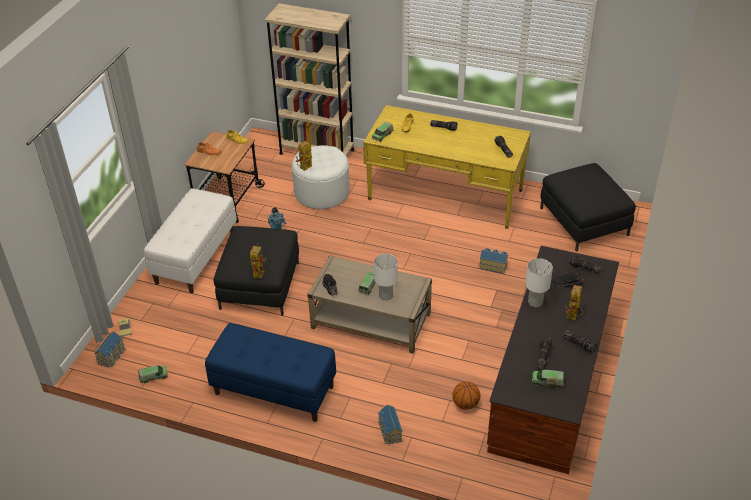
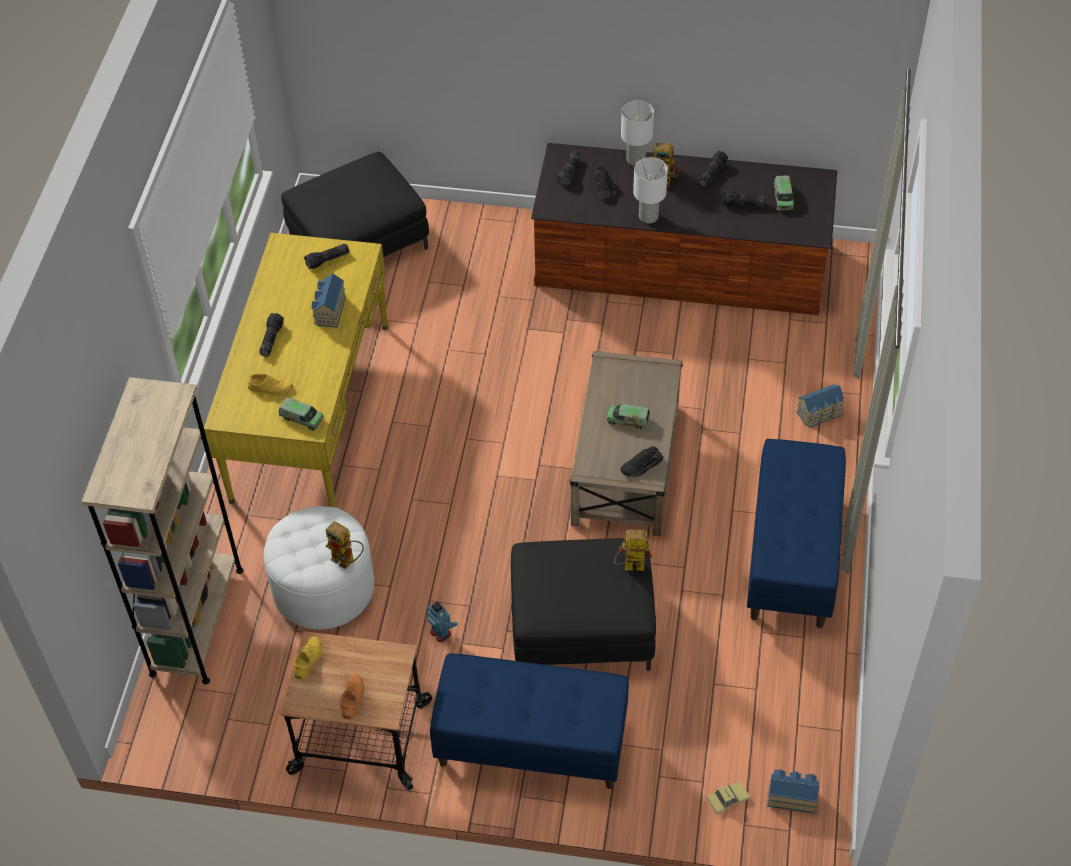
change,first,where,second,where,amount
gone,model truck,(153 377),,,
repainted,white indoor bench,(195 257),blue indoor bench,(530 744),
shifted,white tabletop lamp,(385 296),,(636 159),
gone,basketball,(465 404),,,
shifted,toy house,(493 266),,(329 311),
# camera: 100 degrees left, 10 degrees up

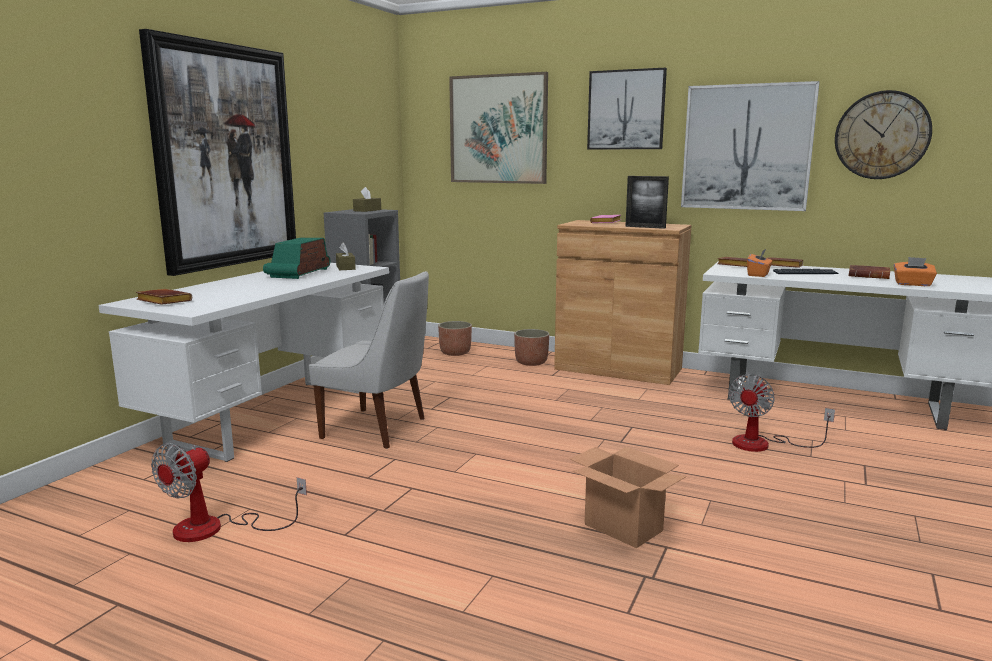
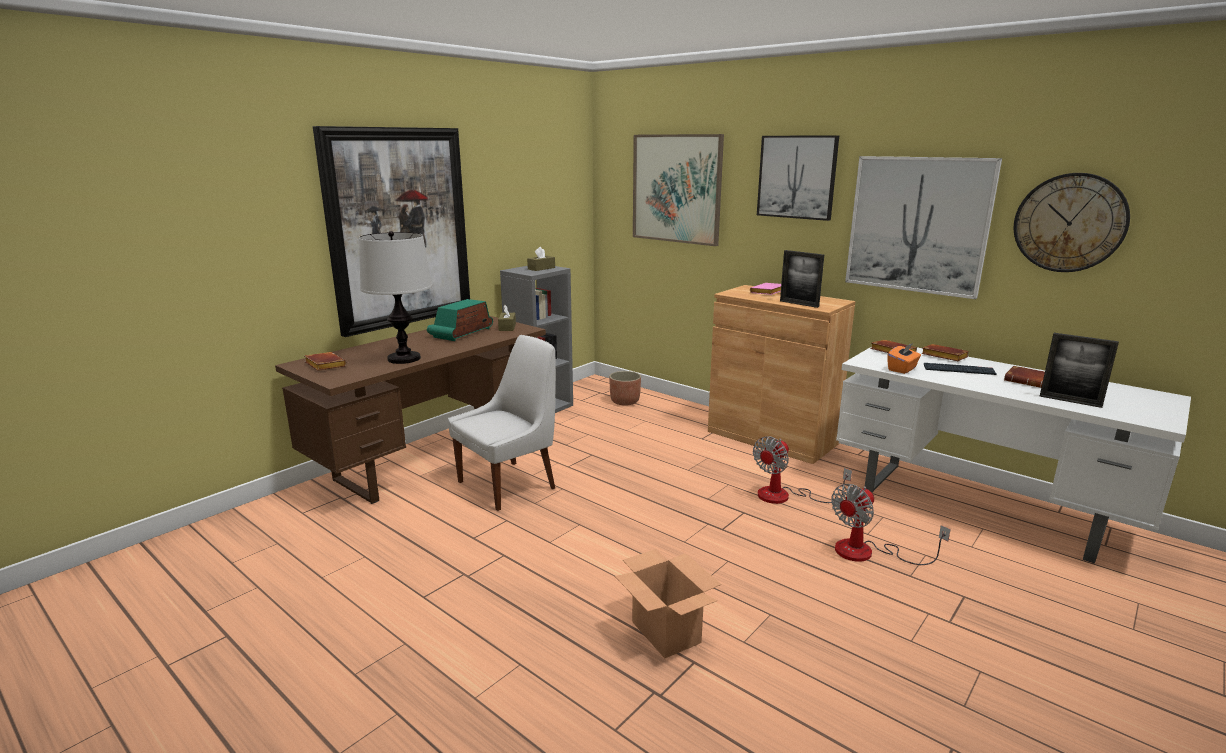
change,first,where,second,where,amount
repainted,white desk unit,(274 416),brown desk unit,(432 458),
shifted,cooling fan,(215 528),,(785 496),
rotated,white chair,(378 429),,(510 484),75 degrees counterclockwise
gone,planter,(531 362),,,
swapped,orange-coloured box of tissues,(912 284),photo frame,(1070 401),
new,,,tabletop lamp,(403 359),
# camera: 15 degrees right, 5 degrees up

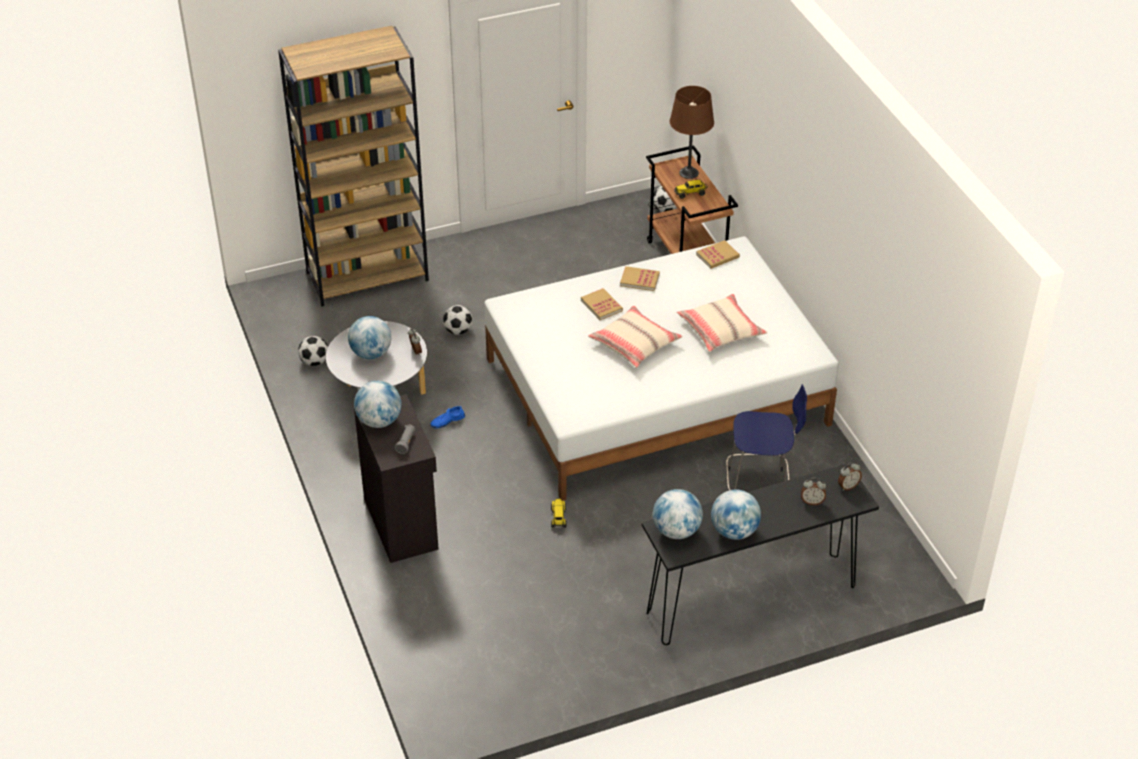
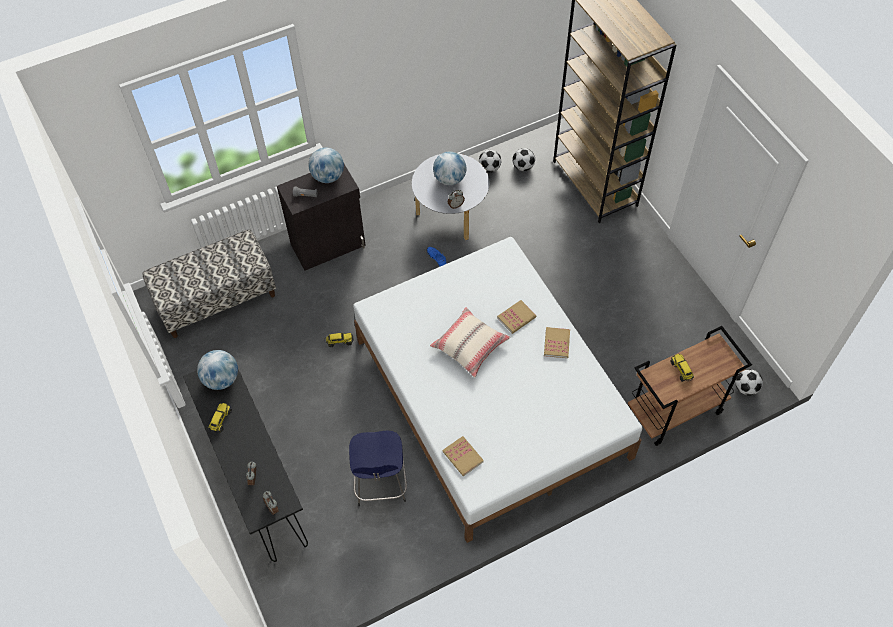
change,first,where,second,where,amount
shifted,football,(458 331),,(523 167),
gone,brown tabletop lamp,(689 173),,,
gone,beige cushion,(721 330),,,
shifted,volume,(717 256),,(463 457),
swapped,desk globe,(734 531),model truck,(220 420),
new,,,indoor bench,(217 299),
# camera: 85 degrees right, 15 degrees up

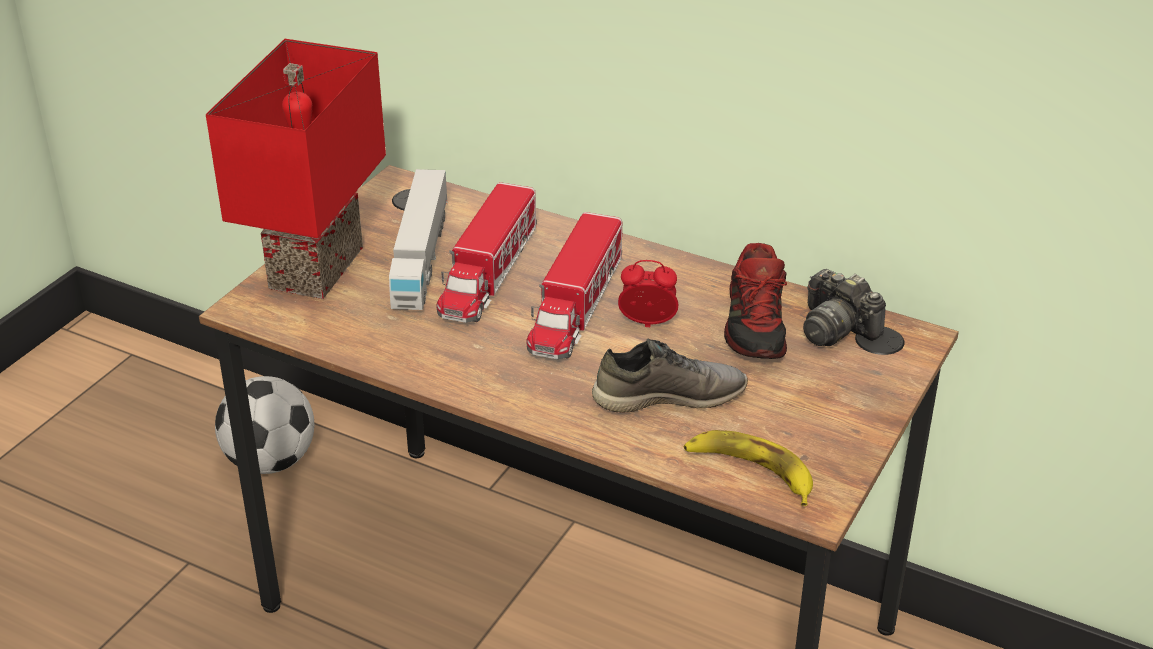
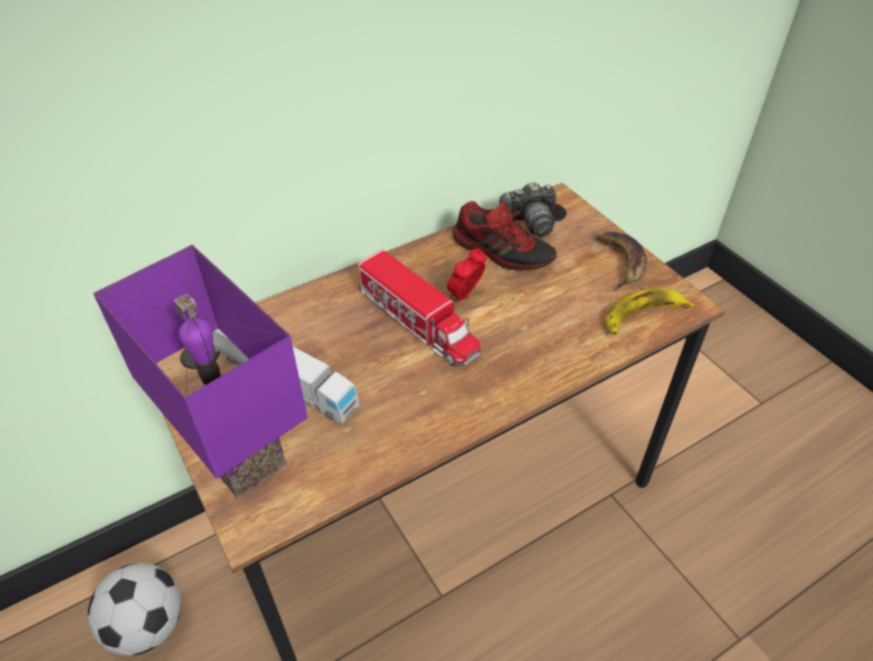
change,first,where,second,where,amount
repainted,reddish tabletop lamp,(312 266),purple-coloured tabletop lamp,(232 454),
gone,model truck,(488 273),,,
gone,grey item of footwear,(668 395),,,
new,,,banana,(621 263),
# camera: 60 degrees left, 10 degrees up

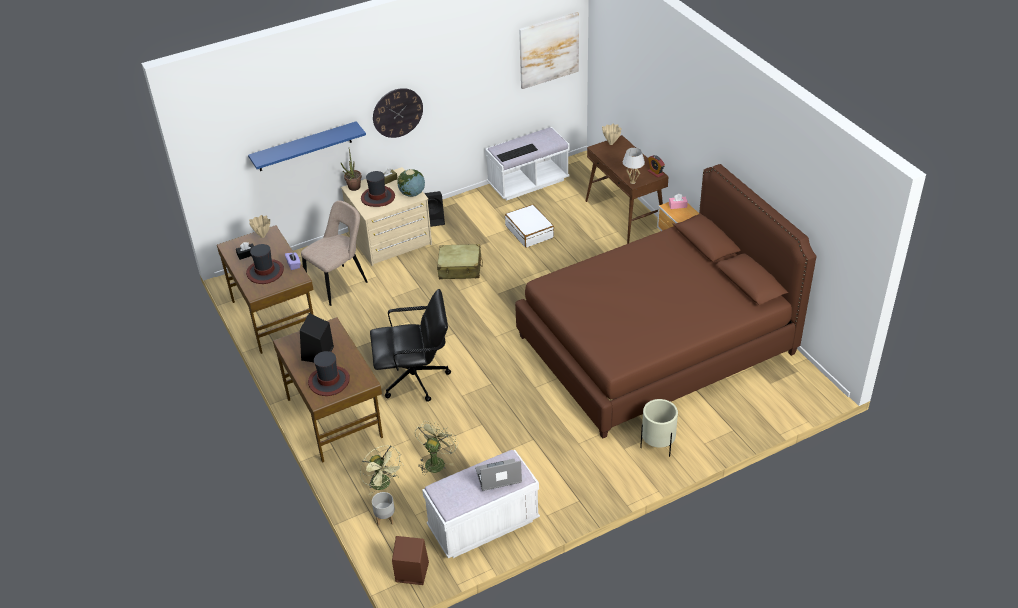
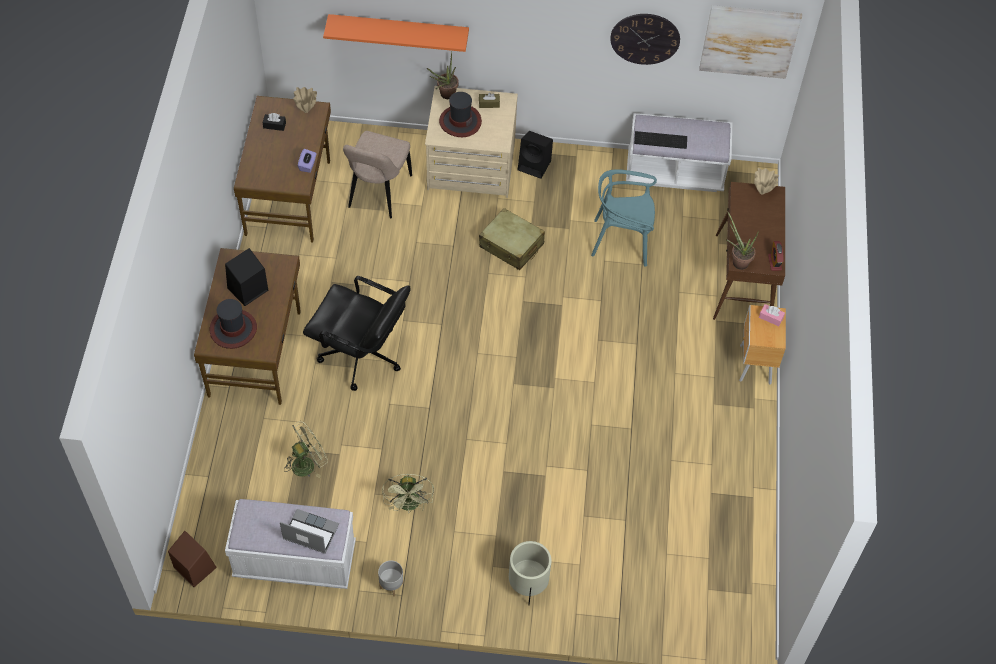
change,first,where,second,where,amount
gone,hat,(265 272),,,
repainted,blue bracket shelf,(304 147),orange-coloured bracket shelf,(398 30),
rotated,beige chair,(339 284),,(378 194),120 degrees clockwise
shifted,greenish cooling fan,(383 485),,(410 505),
shifted,grey planter,(385 518),,(391 585),
shifted,wall clock,(397 112),,(645 38),
gone,desk globe,(412 194),,,
swapped,white suitcase,(529 232),blue-green chair,(621 240),
gone,brown sleeping bed,(655 344),,,
swapped,white tabletop lamp,(632 182),plant in a pot,(737 261),
# camera: 30 degrees right, 15 degrees up

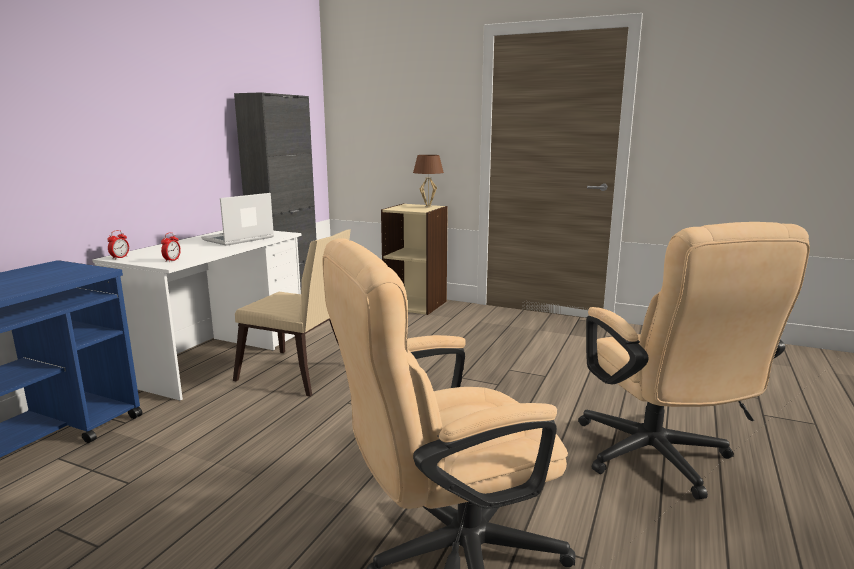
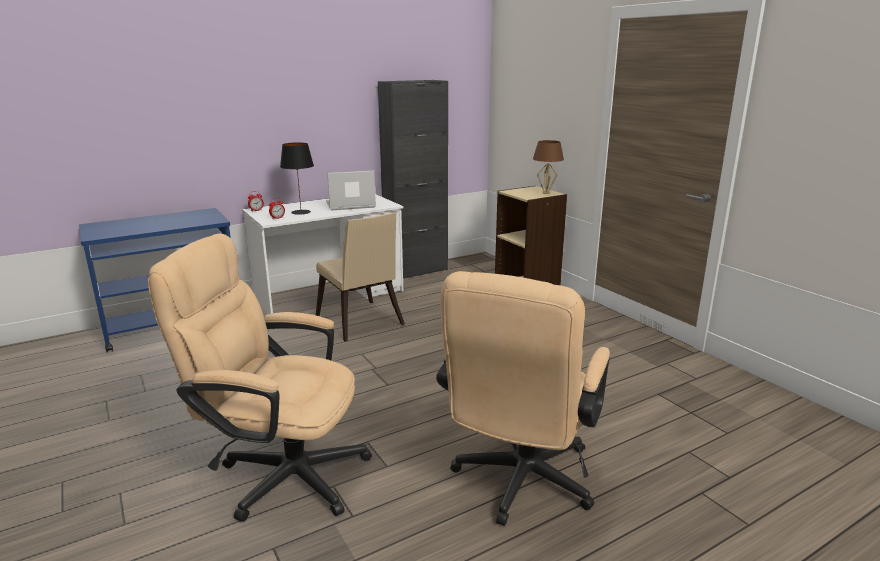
change,first,where,second,where,amount
new,,,black-coloured tabletop lamp,(300 212),
# camera: 35 degrees right, 5 degrees up

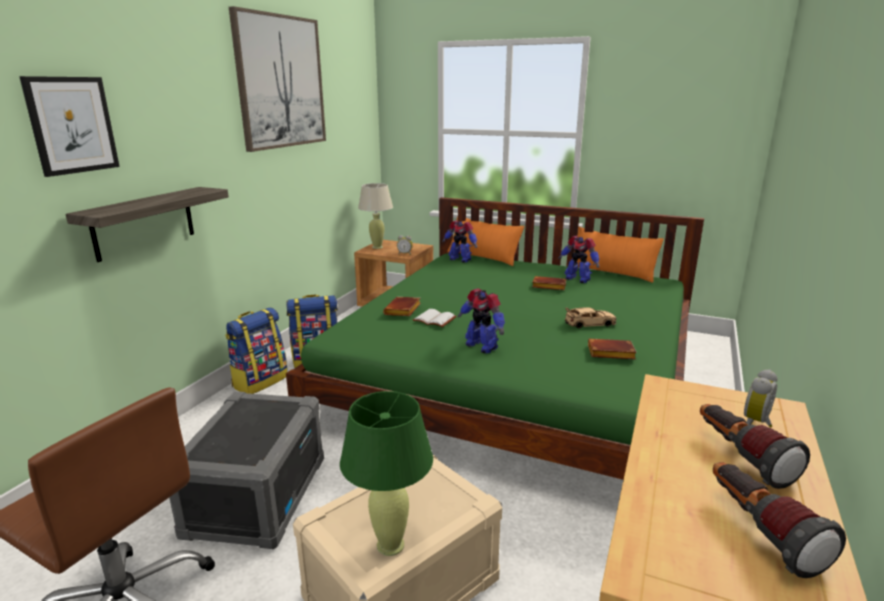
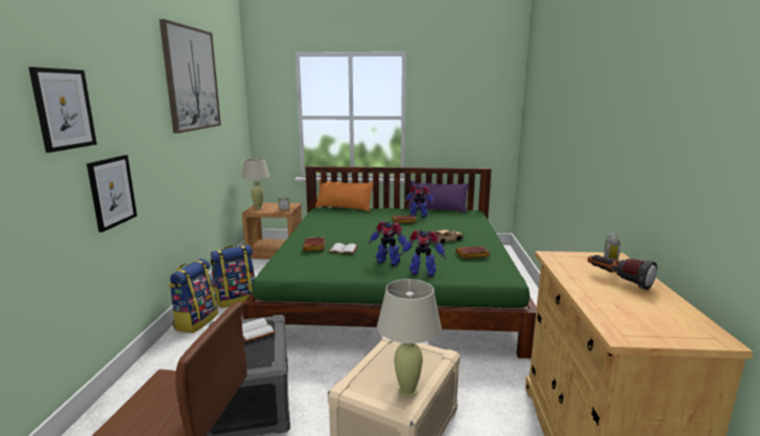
change,first,where,second,where,amount
swapped,bracket shelf,(144 223),wall art,(112 192),
repainted,greenish tabletop lamp,(391 545),beige tabletop lamp,(408 390),
shifted,toy robot,(460 259),,(422 273),
repainted,orange-coloured cushion,(612 272),purple-coloured cushion,(437 209),
gone,torch,(759 532),,,
new,,,white volume,(256 331),
# camera: 20 degrees left, 5 degrees down

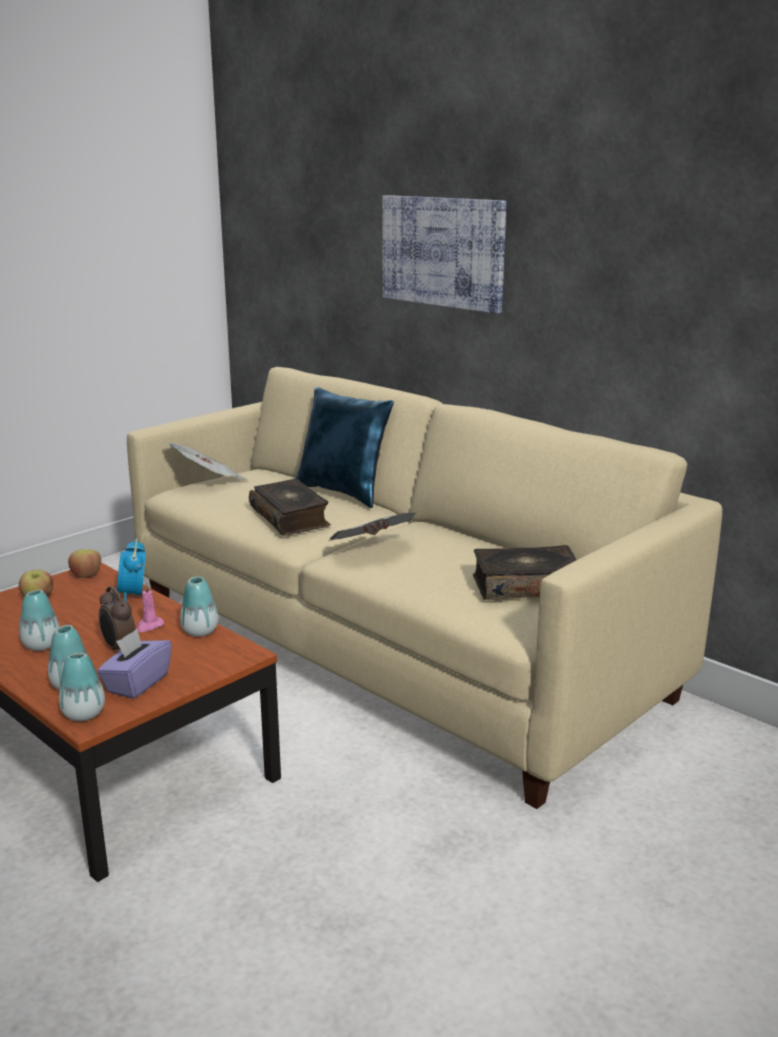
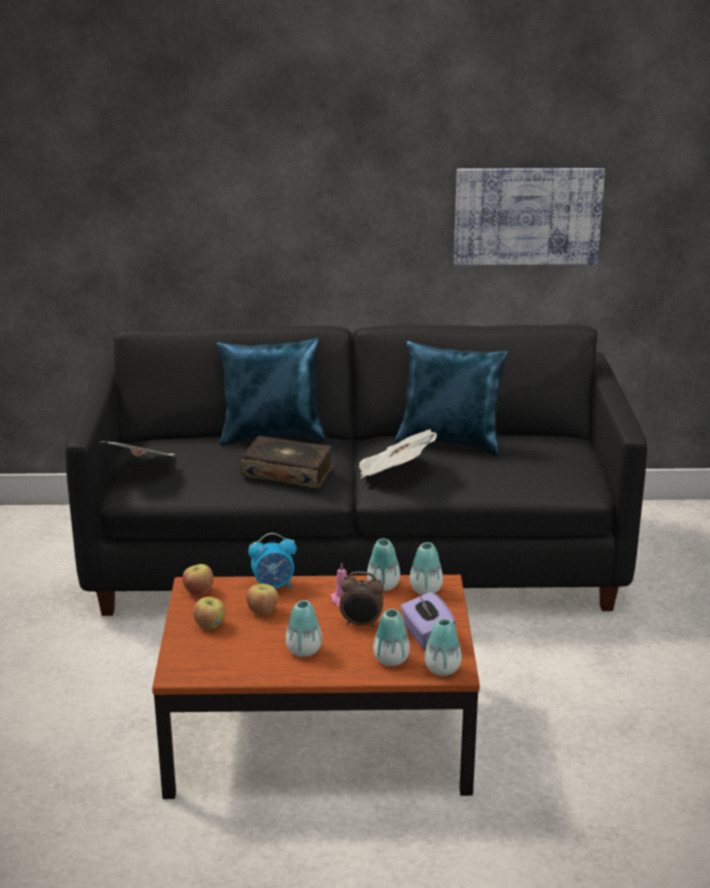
change,first,where,second,where,amount
rotated,table clock,(134 595),,(274 586),45 degrees counterclockwise
repainted,beige sofa,(390 647),black-coloured sofa,(356 558),
shifted,wall art,(443 252),,(527 216),
gone,volume,(526 586),,,
new,,,apple fruit,(263 611),
new,,,blue cushion,(450 443),
new,,,vase,(426 590),
# camera: 45 degrees left, 5 degrees up

